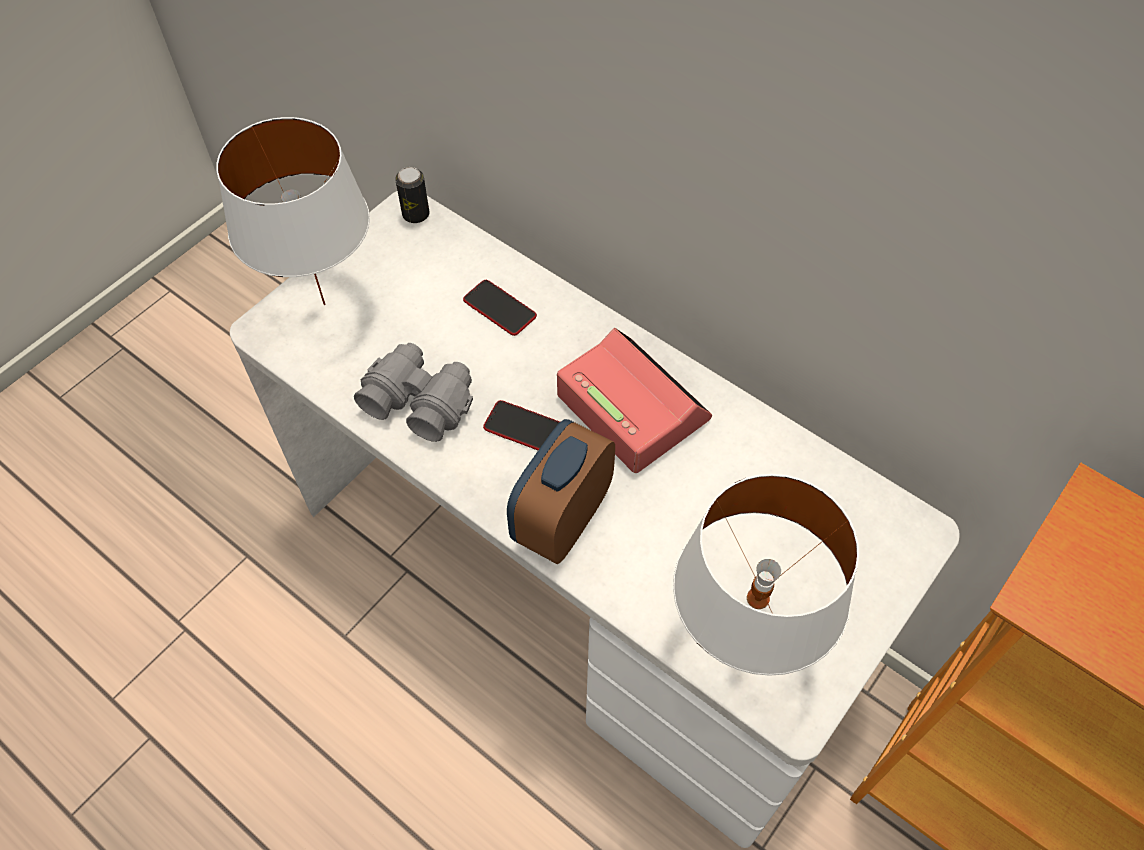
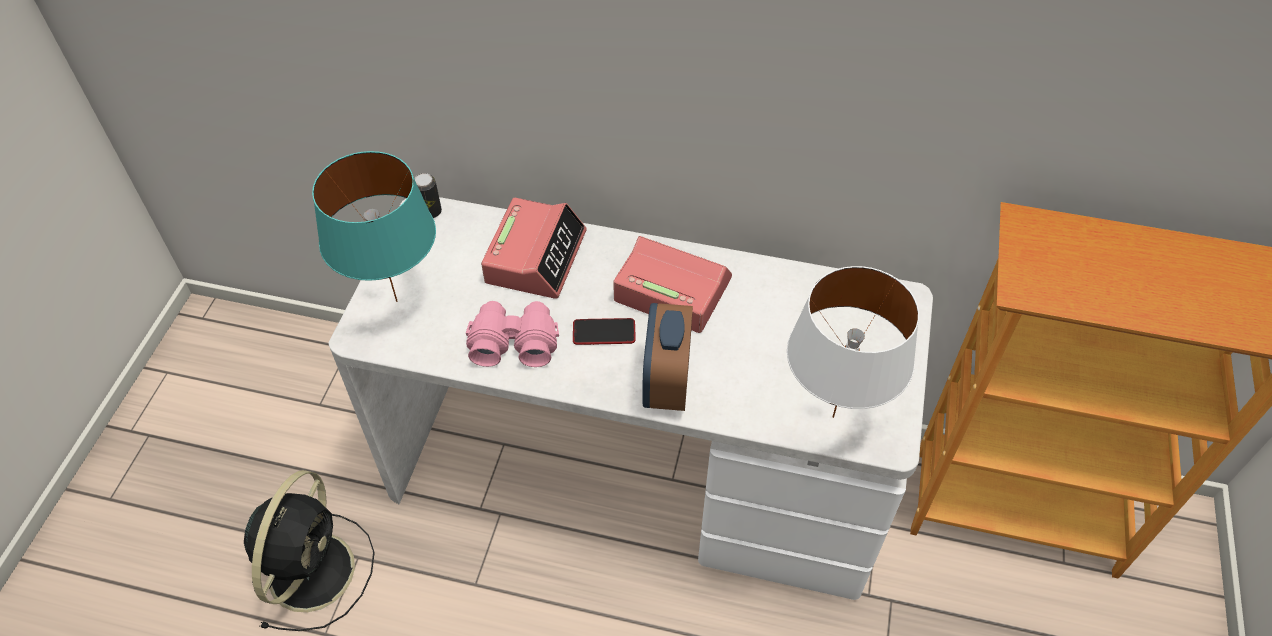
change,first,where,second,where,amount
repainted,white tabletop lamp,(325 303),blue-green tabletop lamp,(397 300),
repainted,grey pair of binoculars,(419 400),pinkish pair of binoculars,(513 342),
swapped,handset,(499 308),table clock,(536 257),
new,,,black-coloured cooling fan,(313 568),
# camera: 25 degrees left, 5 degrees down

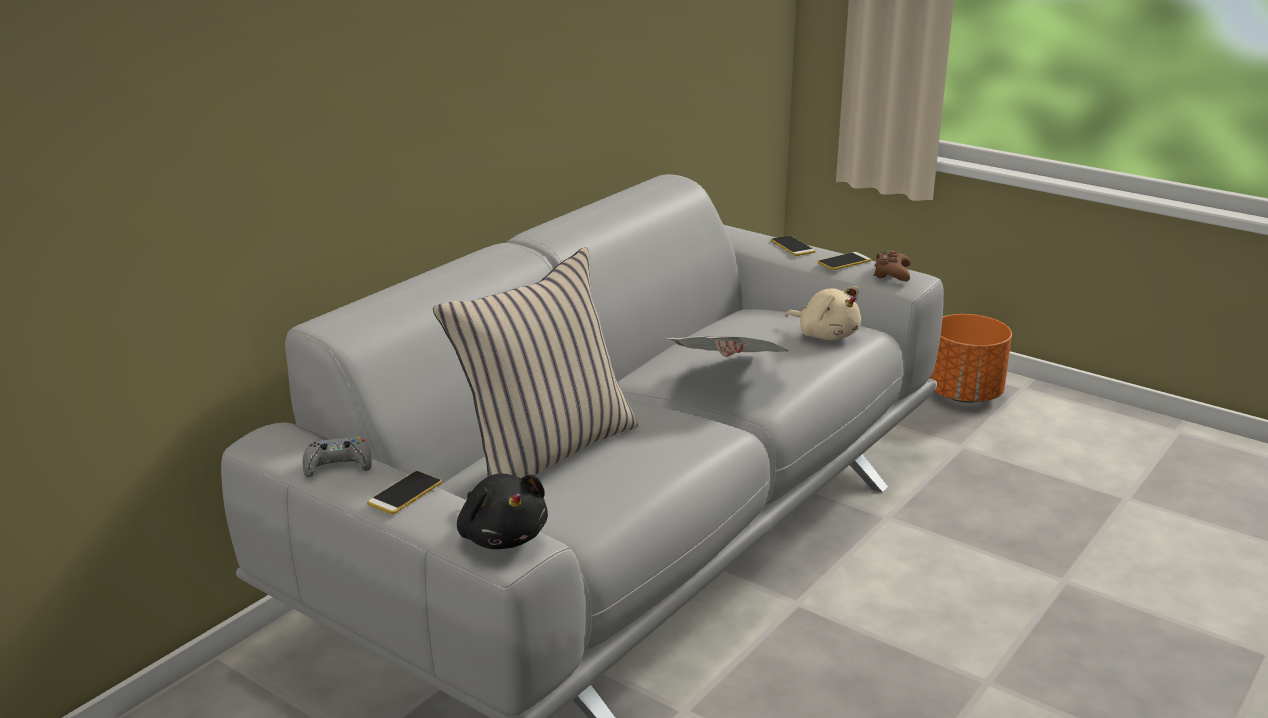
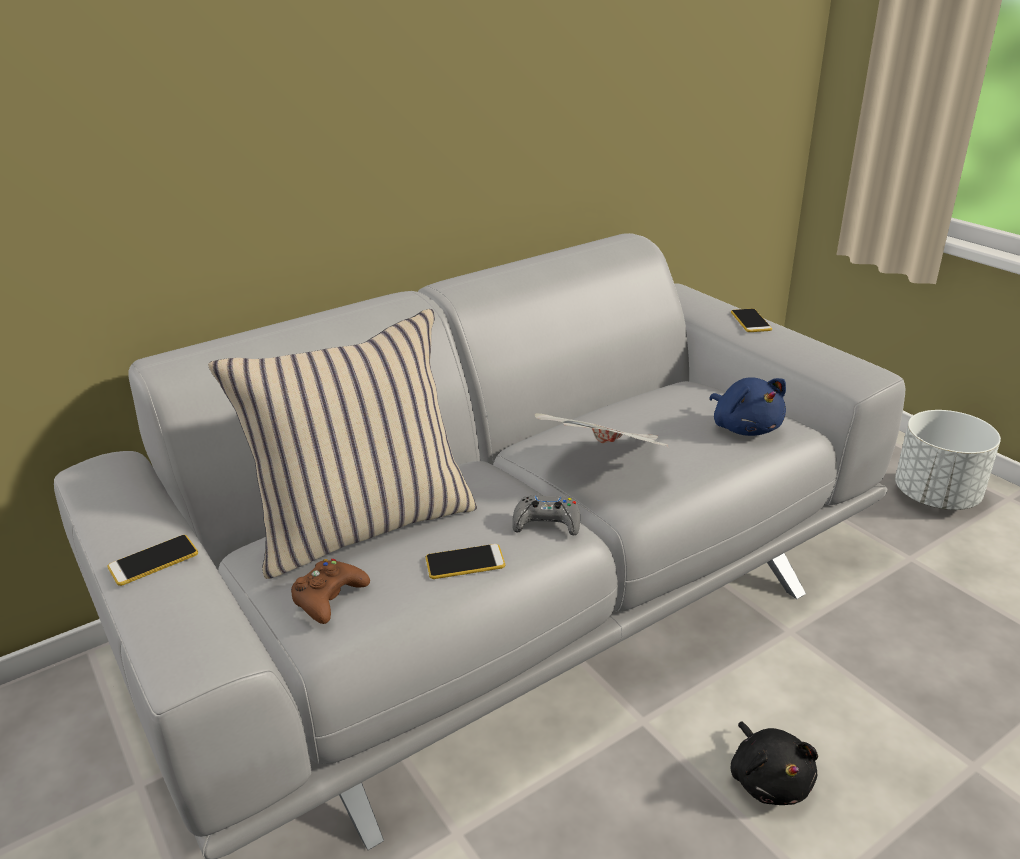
change,first,where,second,where,amount
shifted,grey gamepad,(338 465),,(546 523),
shifted,black-coloured plush toy,(502 536),,(769 779),
repainted,beige plush toy,(826 335),blue plush toy,(745 427),
shifted,handset,(844 262),,(465 562),
shifted,brown gamepad,(891 273),,(329 597),
repainted,orange-coloured planter,(963 395),white planter,(935 496),
# camera: 20 degrees right, 5 degrees up

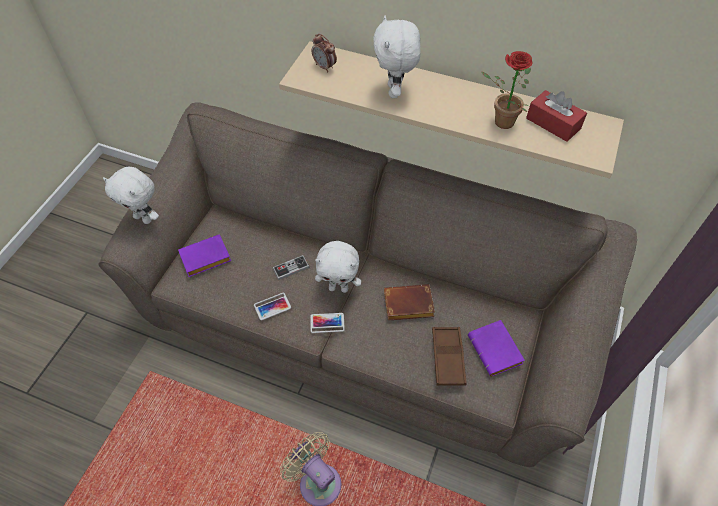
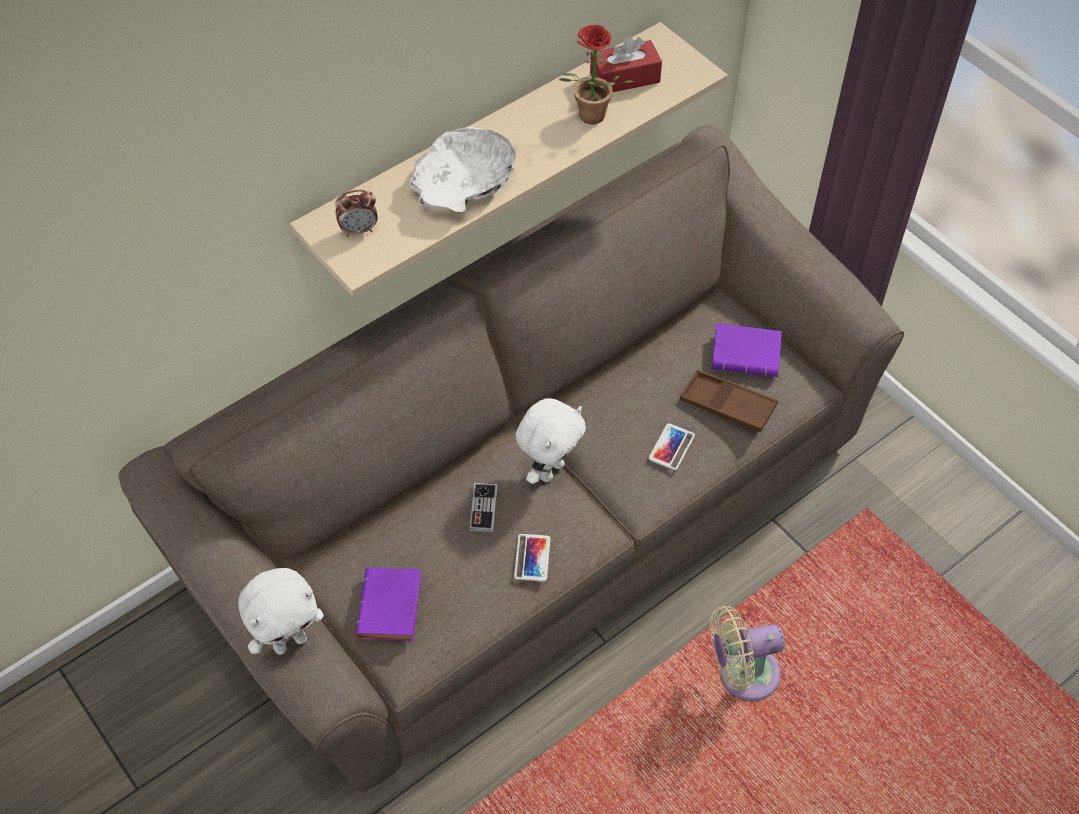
change,first,where,second,where,amount
shifted,handset,(327 323),,(671 447),
swapped,white plush toy,(395 91),white deep dish,(463 183),
gone,brown volume,(407 306),,,
# camera: 60 degrees left, 0 degrees up

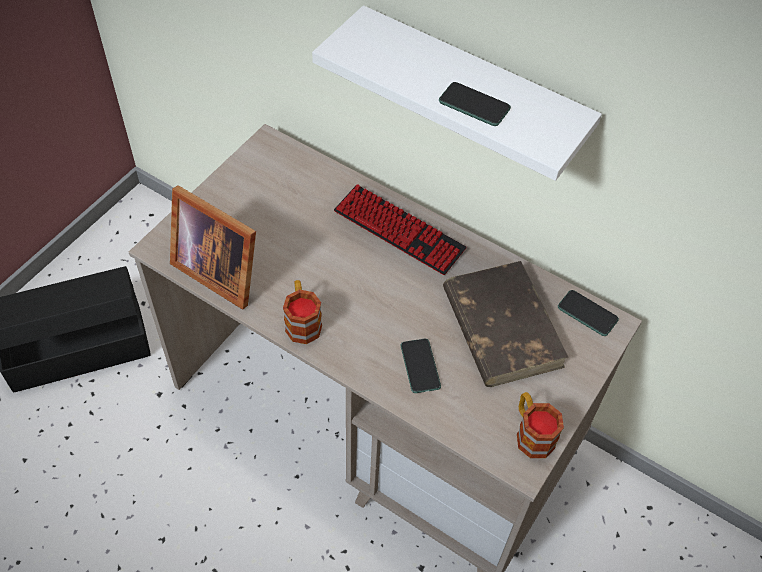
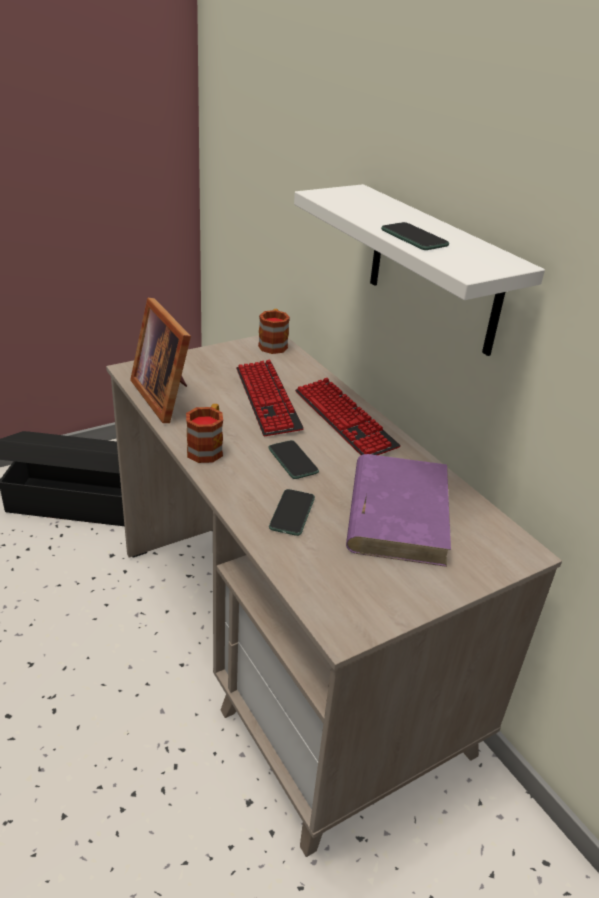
change,first,where,second,where,amount
repainted,brown volume,(501 326),purple-coloured volume,(397 513),
shifted,coffee mug,(531 433),,(273 344),
shifted,handset,(587 313),,(293 460),
new,,,PC keyboard,(267 399),
# camera: 25 degrees right, 20 degrees down

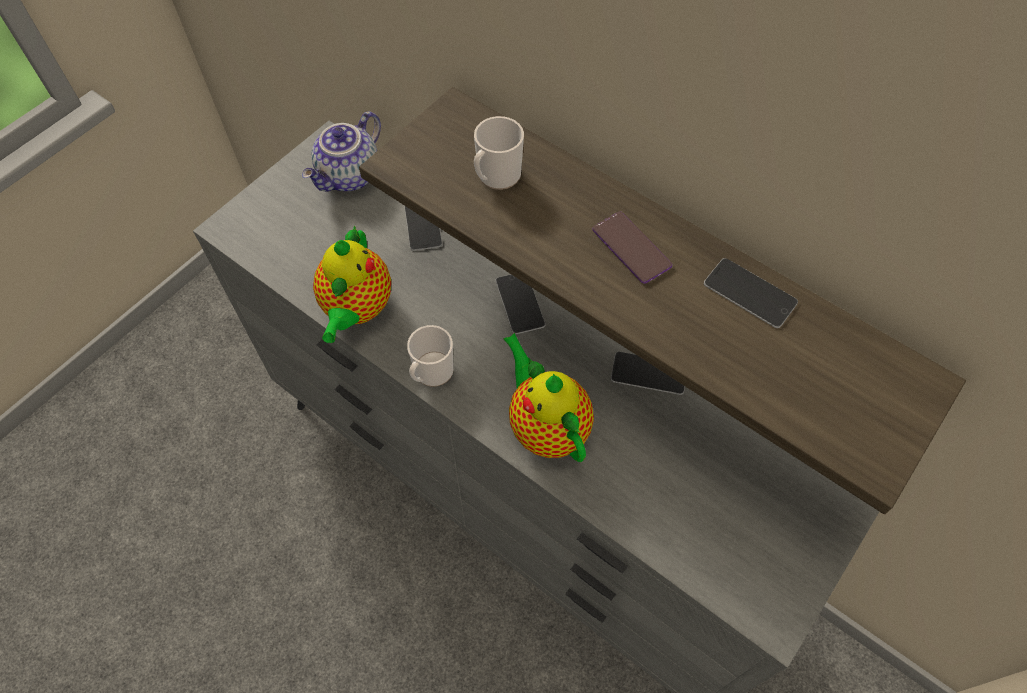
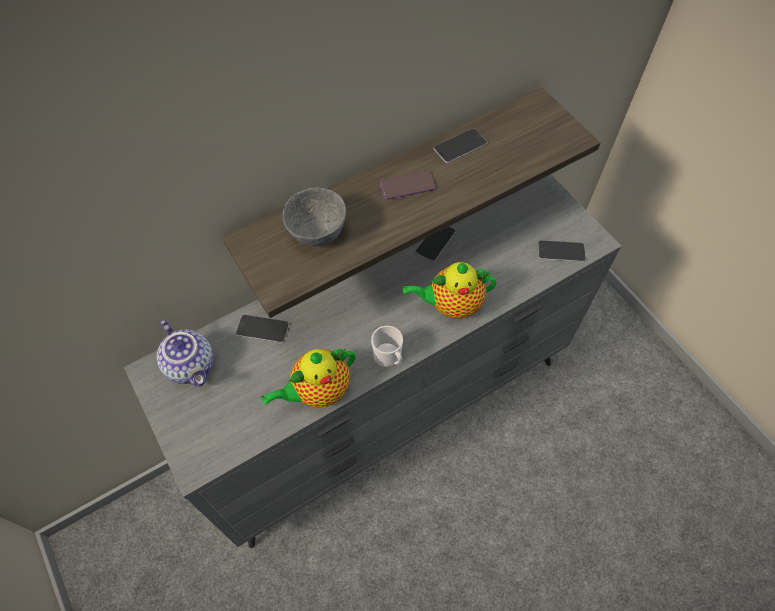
change,first,where,second,where,amount
rotated,tea pot,(356 310),,(318 391),120 degrees clockwise
swapped,coffee mug,(496 177),grey deep dish,(319 235),
shifted,handset,(520 302),,(561 251),
# camera: 70 degrees left, 0 degrees up

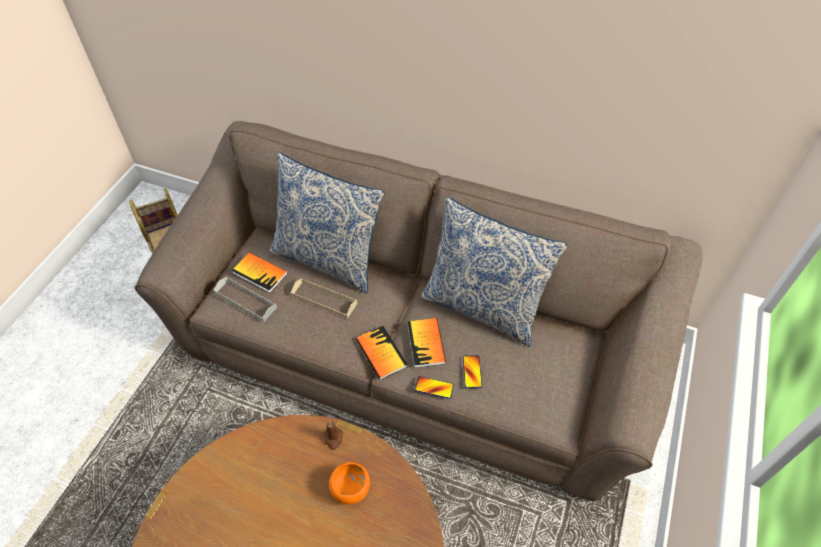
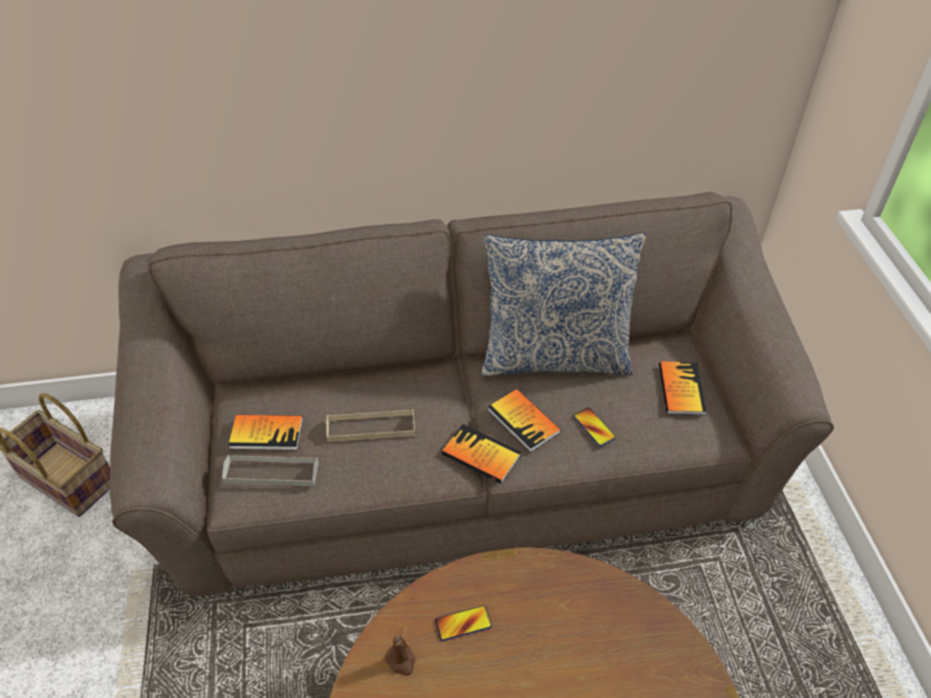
change,first,where,second,where,amount
gone,cushion,(328 259),,,
shifted,brown wax candle,(333 438),,(401 661),
gone,orange-coloured deep dish,(351 489),,,
shifted,handset,(434 388),,(463 623),
new,,,volume,(681 389),
# camera: 30 degrees left, 5 degrees down

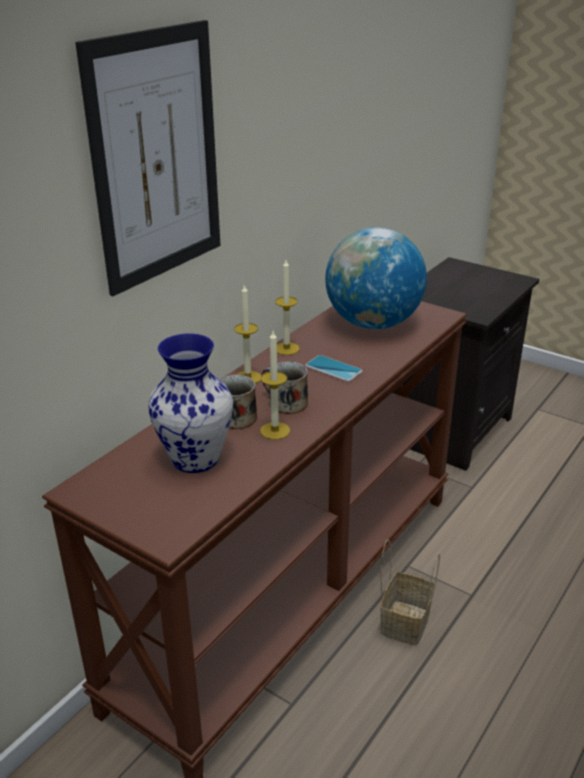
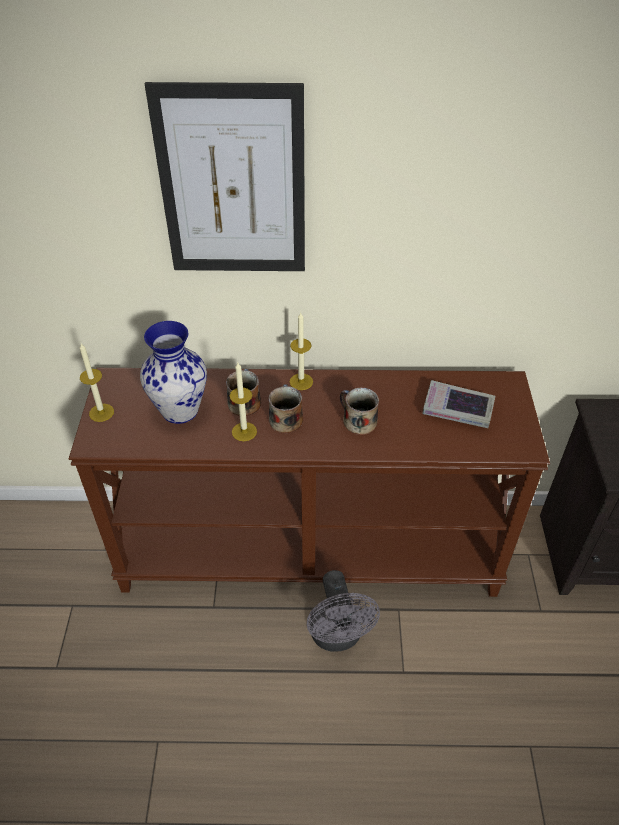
change,first,where,second,where,amount
shifted,wax candle,(286 348),,(101 412),
swapped,handset,(333 369),coffee mug,(358 421),
swapped,desk globe,(373 323),volume,(457 409),
swapped,basket,(404 621),grey cooling fan,(338 637),
# camera: 55 degrees right, 15 degrees up

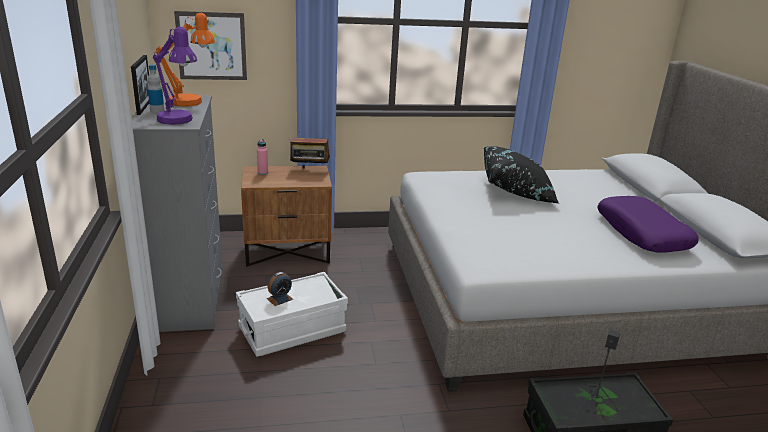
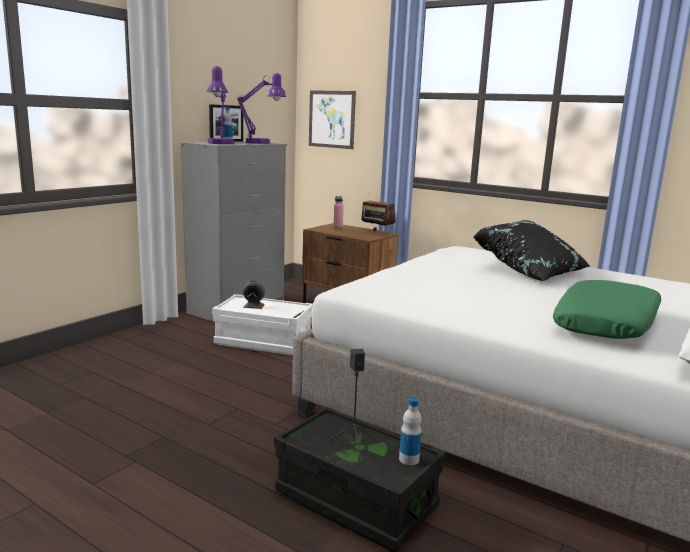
change,first,where,second,where,amount
repainted,orange-coloured tabletop lamp,(192 101),purple-coloured tabletop lamp,(263 143),
repainted,purple-coloured cushion,(642 233),greenish cushion,(607 324),
new,,,beverage bottle,(409 459),
# camera: 45 degrees right, 10 degrees down

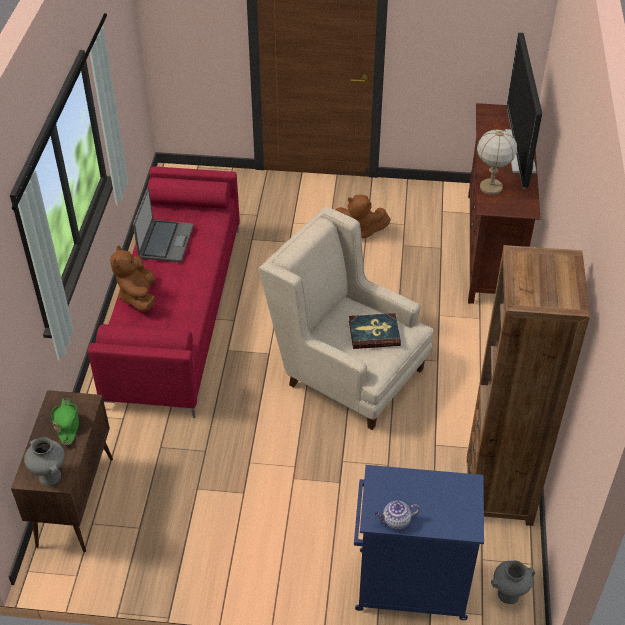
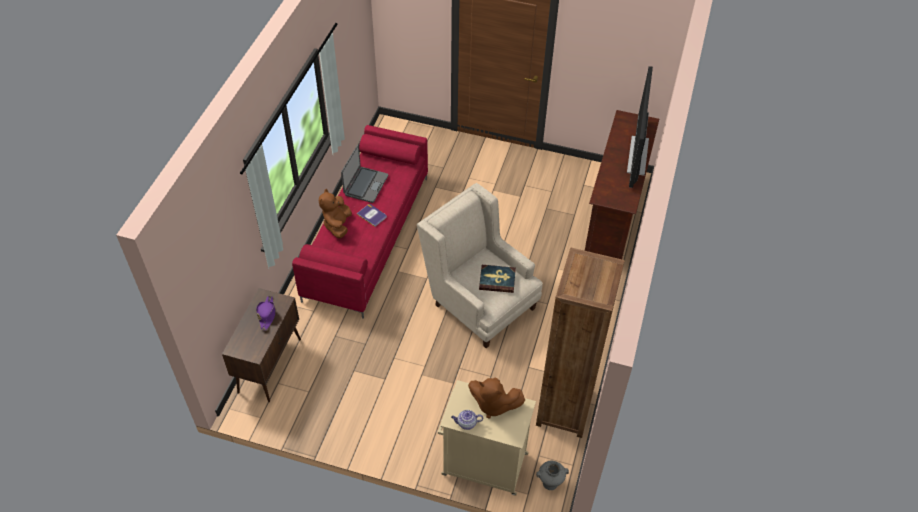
change,first,where,second,where,amount
gone,grey vase,(51 477),,,
repainted,greenish hat,(67 424),purple-coloured hat,(267 314),
shifted,brown plush toy,(360 231),,(493 404),
repainted,blue cabinet,(409 584),beige cabinet,(483 464),
gone,tabletop lamp,(491 187),,,
new,,,volume,(372 215),
# camera: 10 degrees right, 5 degrees up

